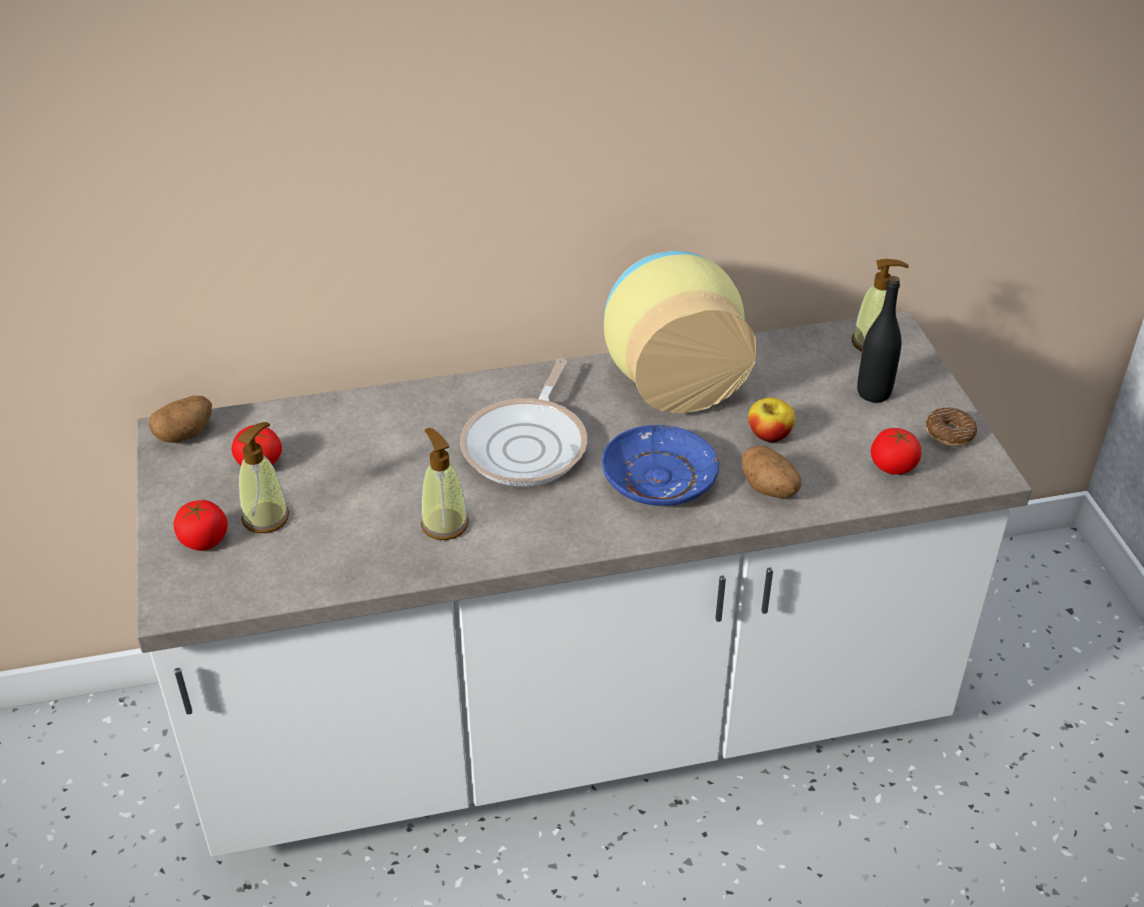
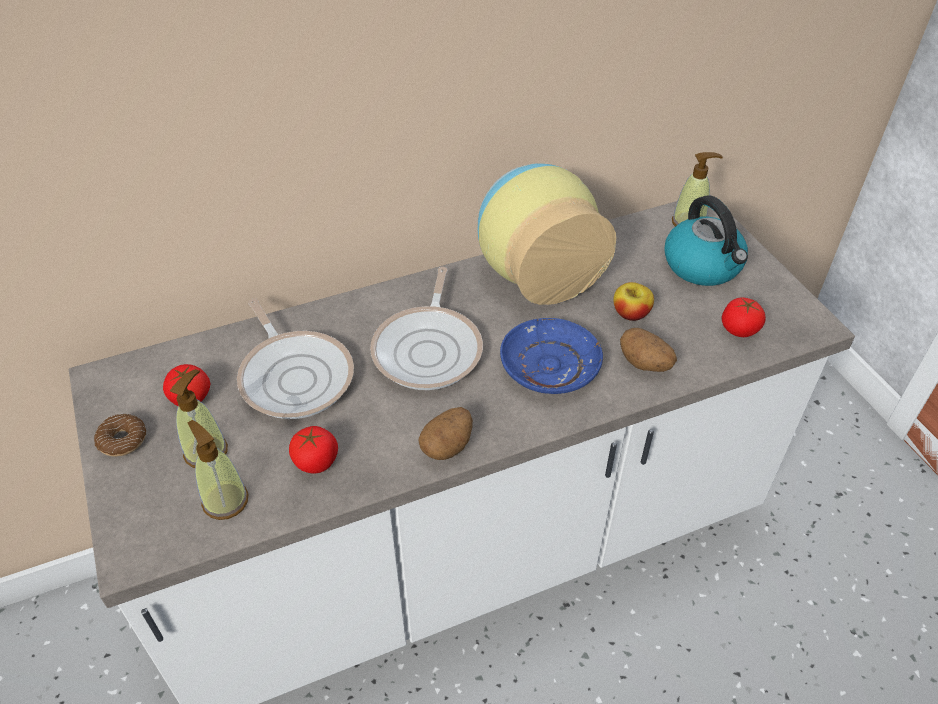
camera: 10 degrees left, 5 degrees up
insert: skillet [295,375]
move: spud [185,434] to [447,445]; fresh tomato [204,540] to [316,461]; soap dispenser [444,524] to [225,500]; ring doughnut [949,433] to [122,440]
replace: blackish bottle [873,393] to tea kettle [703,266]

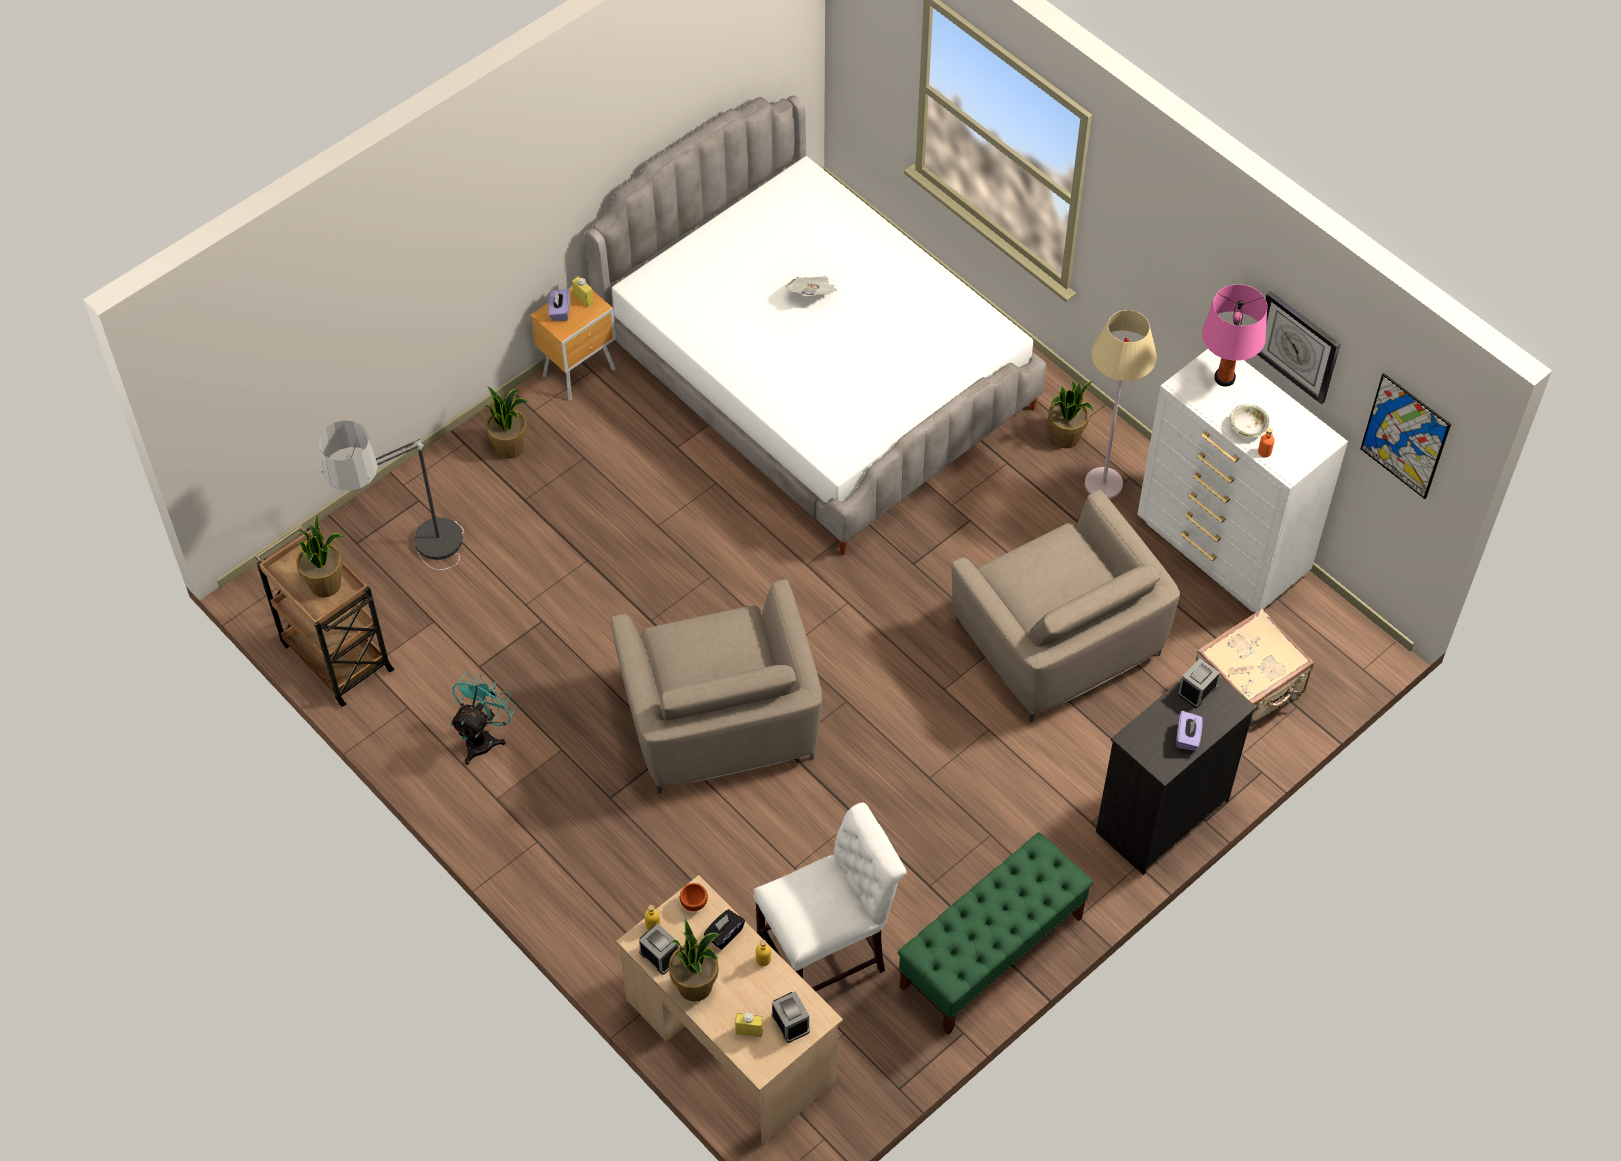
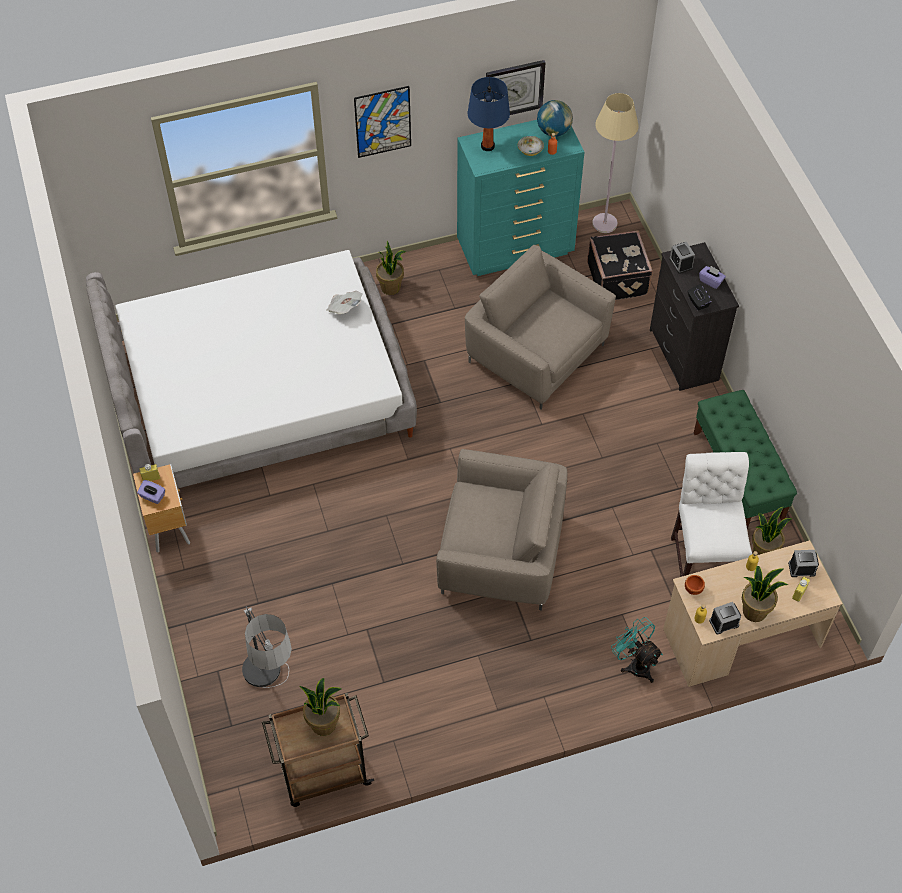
camera: 65 degrees left, 0 degrees up
insert: desk globe [554,131]
move: blue-green cooling fan [483,737] to [635,664]; plant in a pot [510,447] to [763,552]; blackish tissue box [724,934] to [698,302]; daily paper [812,294] to [344,308]; beige standard lamp [1103,484] to [604,223]; wall art [1405,436] to [383,121]
recolor: white drawer chest [1222,550] to blue-green drawer chest [516,249]; beige suitcase [1249,689] to blackish suitcase [618,278]; pink-coloured lamp for a table [1224,378] to blue lamp for a table [487,146]
rotate: beige lounge chair [1057,639] = [536,353] 135 degrees counterclockwise

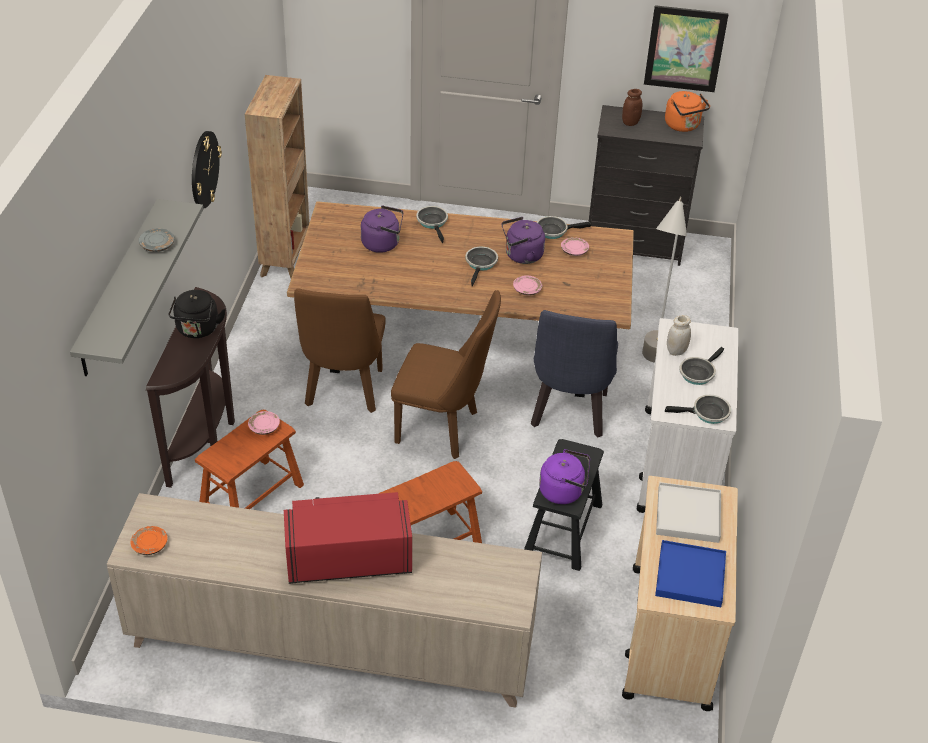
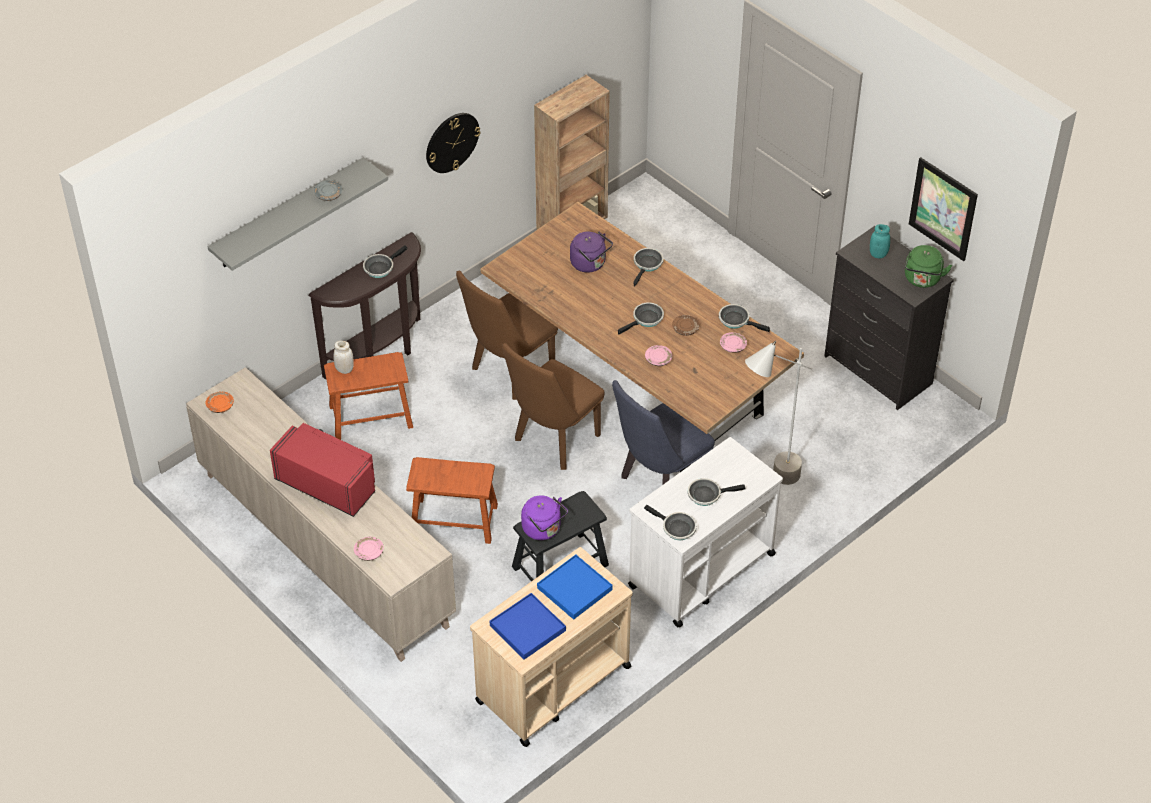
camera: 40 degrees right, 5 degrees up
move: pink-coloured flat dish [264,427] to [369,552]; white jar [676,351] to [344,369]
replace: blackish tea kettle [197,330] to skillet [380,267]; purple-coloured tea kettle [521,256] to brown-coloured flat dish [685,329]
recolor: brown-coloured jar [630,122] to blue-green jar [878,254]; white carrying tray [688,515] to blue carrying tray [575,589]; orange-coloured tea kettle [683,126] to greenish tea kettle [922,280]
rotate: brown-coloured upright chair [444,429] = [553,442] 75 degrees clockwise

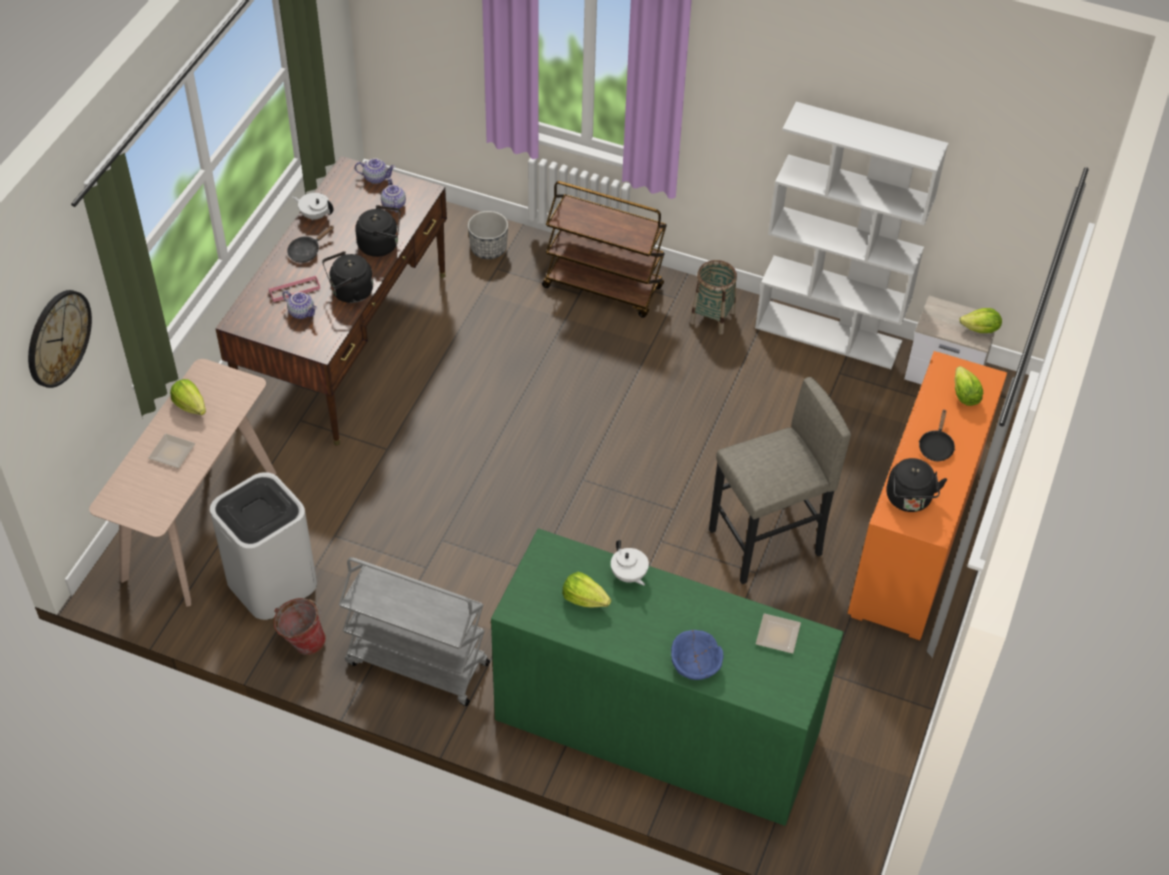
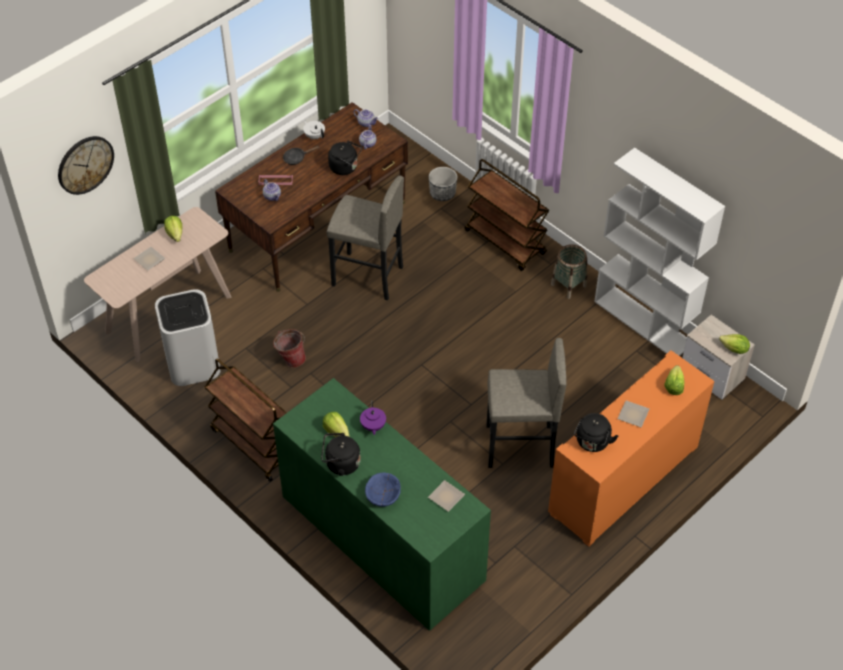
camera: 25 degrees right, 0 degrees up
insert: greyish stool seat [367,276]
move: water bucket [302,642] to [291,359]; blackish tea kettle [349,292] to [340,464]
replace: blackish skillet [936,446] to flat dish [632,414]
recolor: greyish wheeled cart [416,663] to brown-coloured wheeled cart [253,444]; white tea pot [628,575] to purple-coloured tea pot [373,426]

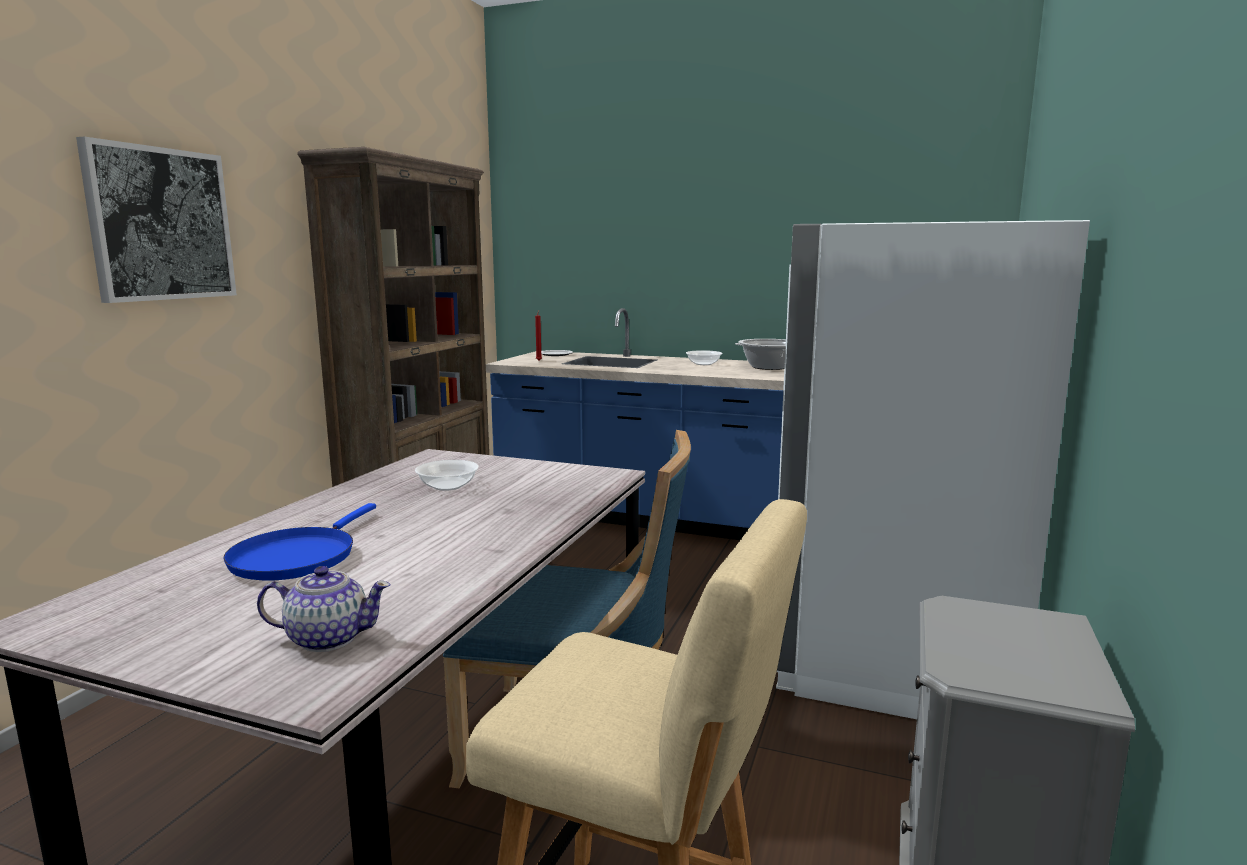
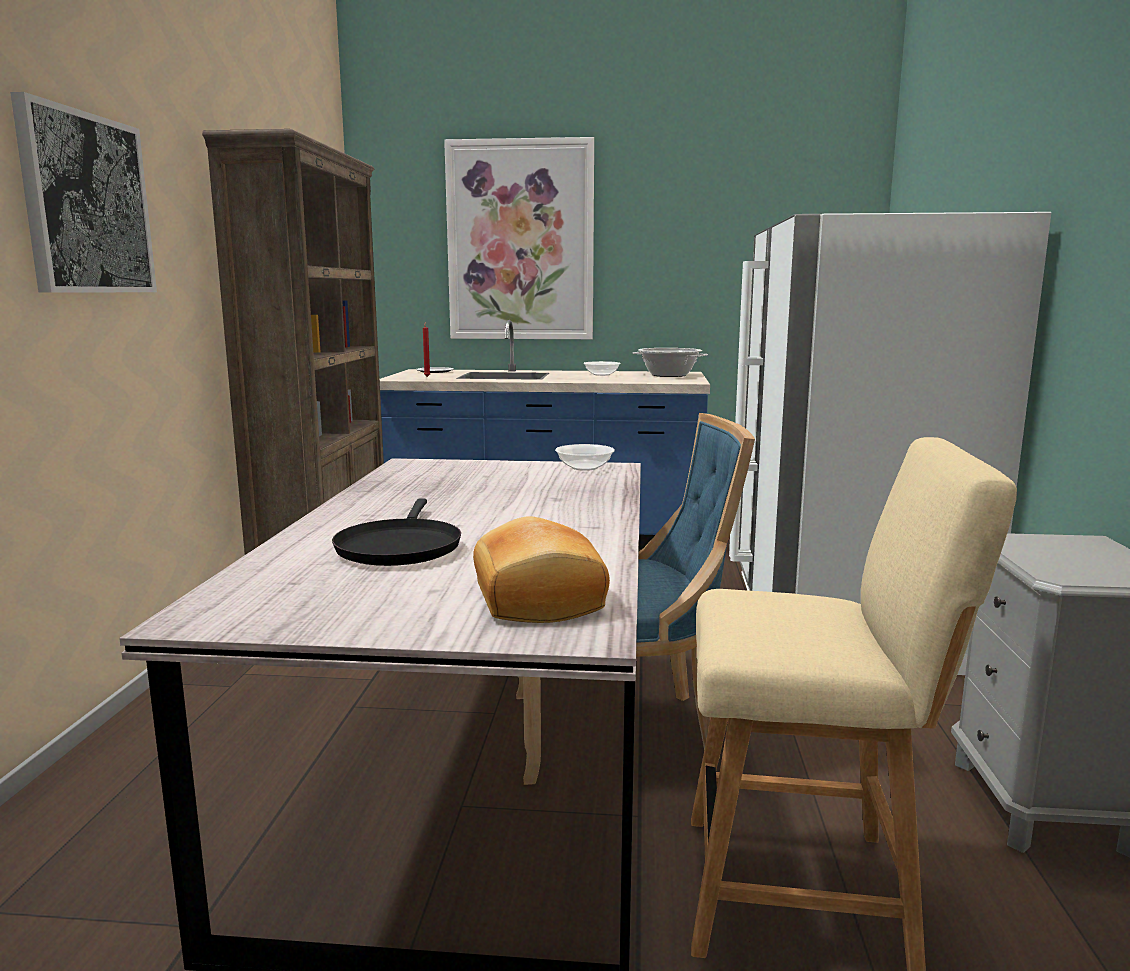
camera: 15 degrees left, 0 degrees up
insert: wall art [520,241]
move: deep dish [448,486] to [585,467]
replace: tea pot [327,638] to bakery bread [535,599]
recolor: blue skillet [297,557] to blackish skillet [399,547]

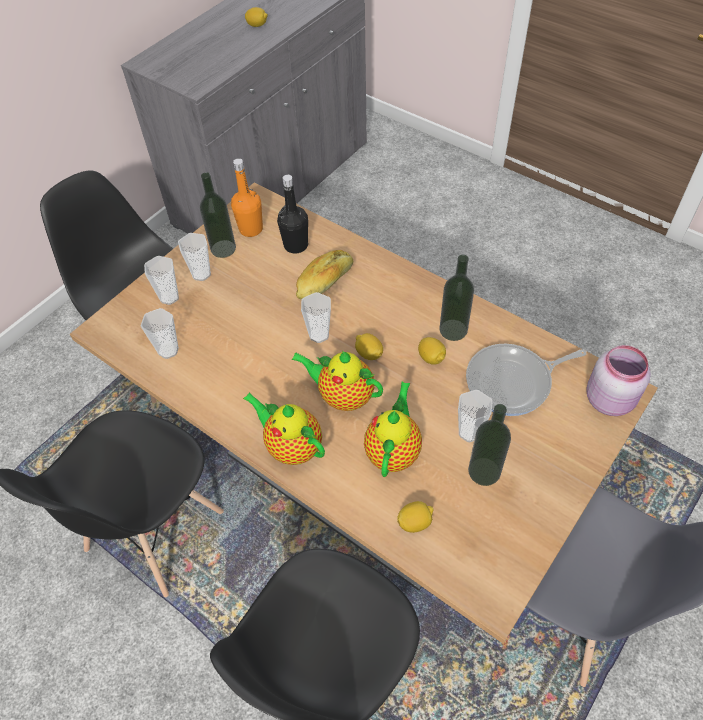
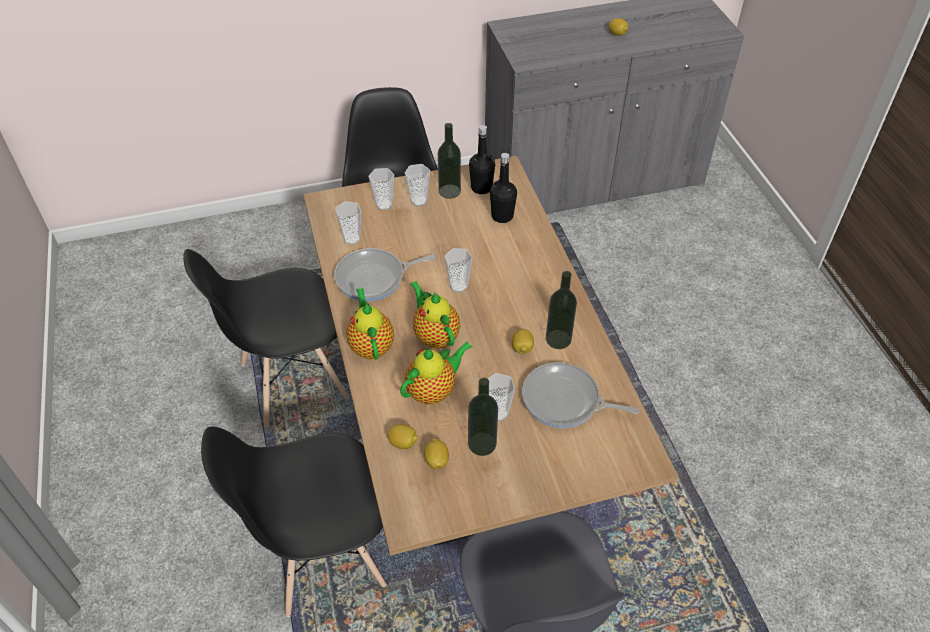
camera: 35 degrees right, 5 degrees down
delete: bakery bread [325,282]; pink-coloured jar [610,399]
insert: skillet [374,278]
move: lemon [369,354] to [436,460]
recolor: orange-coloured bottle [251,229] to blackish bottle [481,188]

